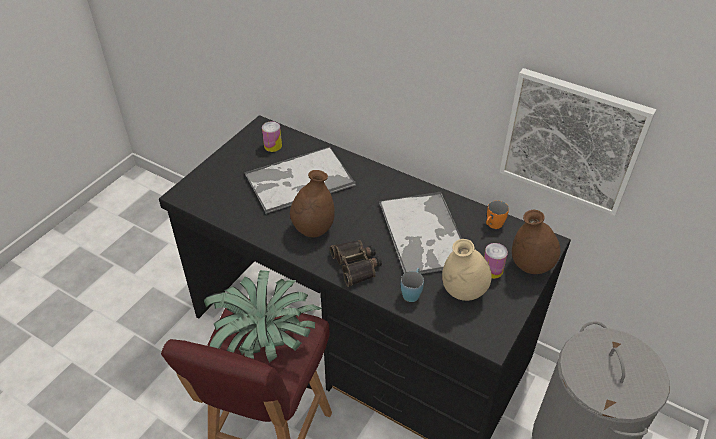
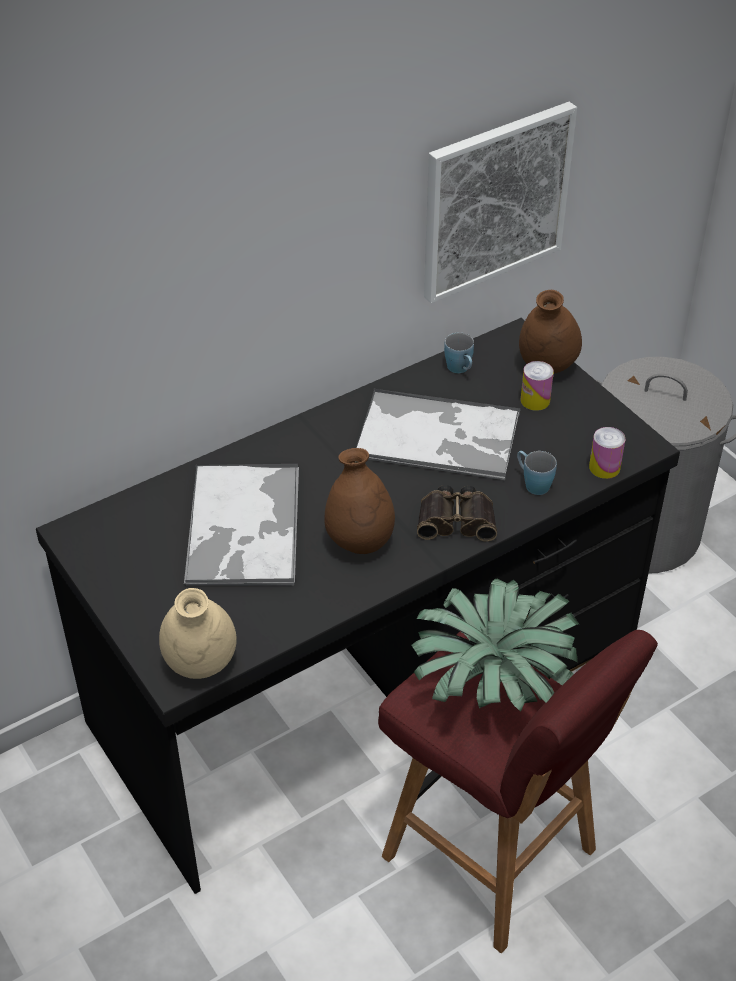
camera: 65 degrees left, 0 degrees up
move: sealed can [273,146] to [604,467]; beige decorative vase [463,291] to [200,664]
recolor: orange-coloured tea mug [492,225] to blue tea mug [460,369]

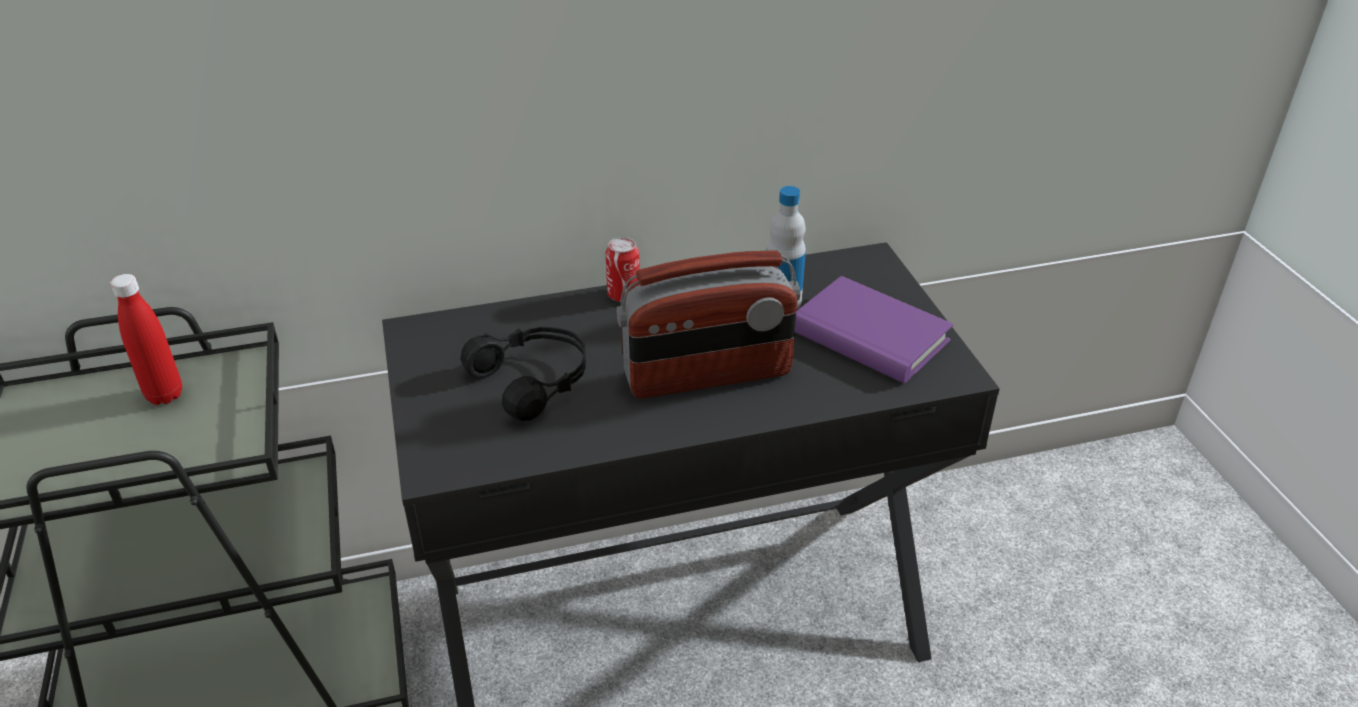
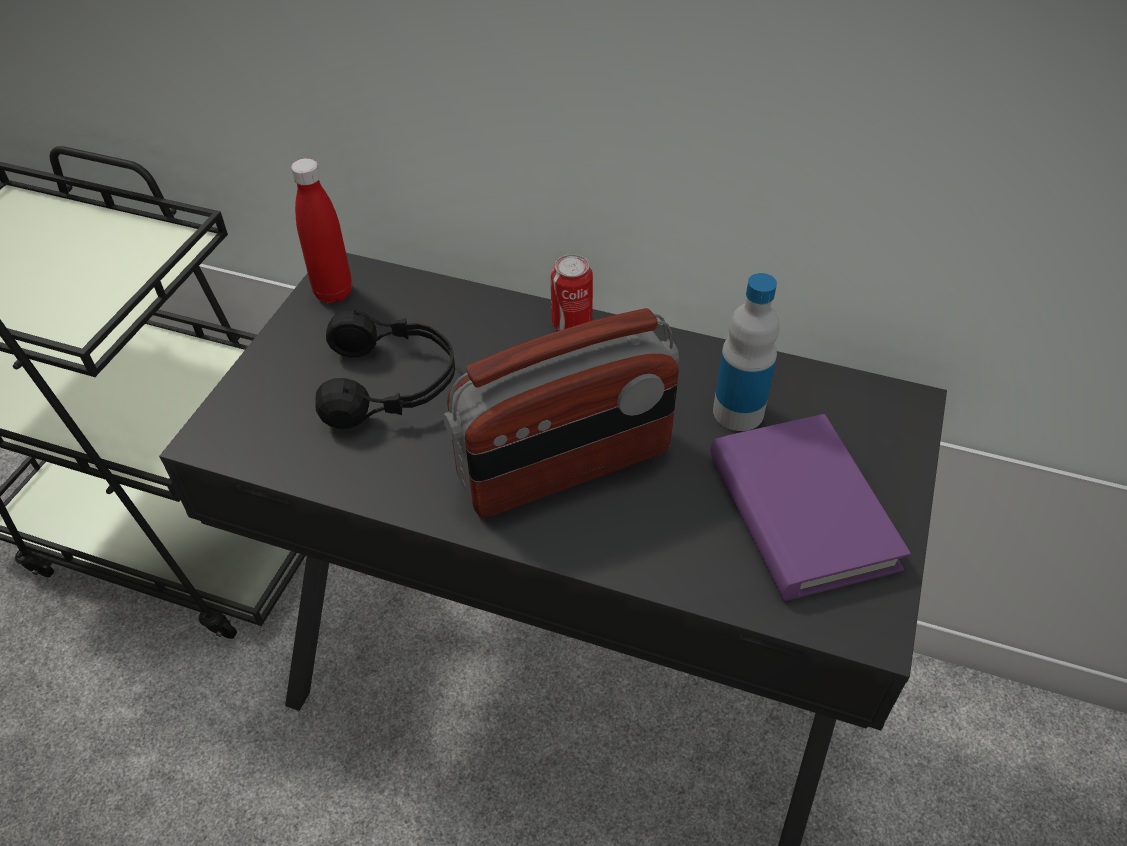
camera: 35 degrees right, 10 degrees up
move: red bottle [165,395] to [333,293]
rotate: radio set [708,375] = [566,467] 45 degrees counterclockwise

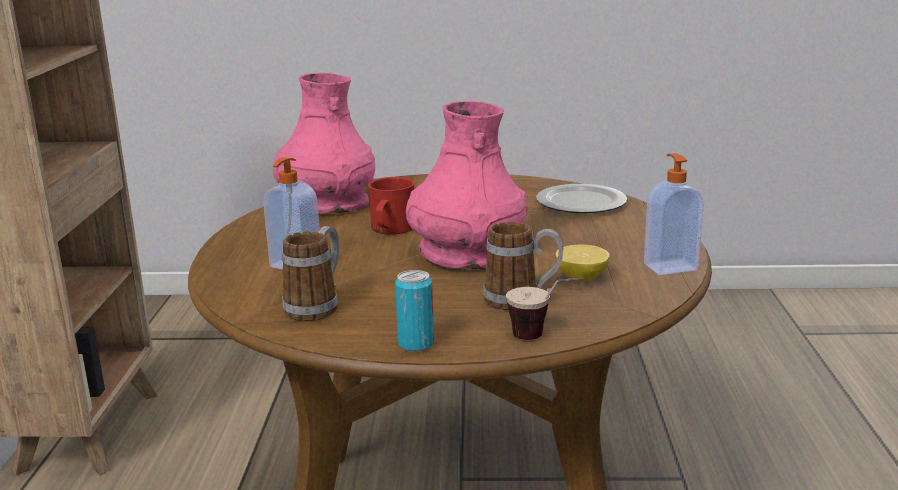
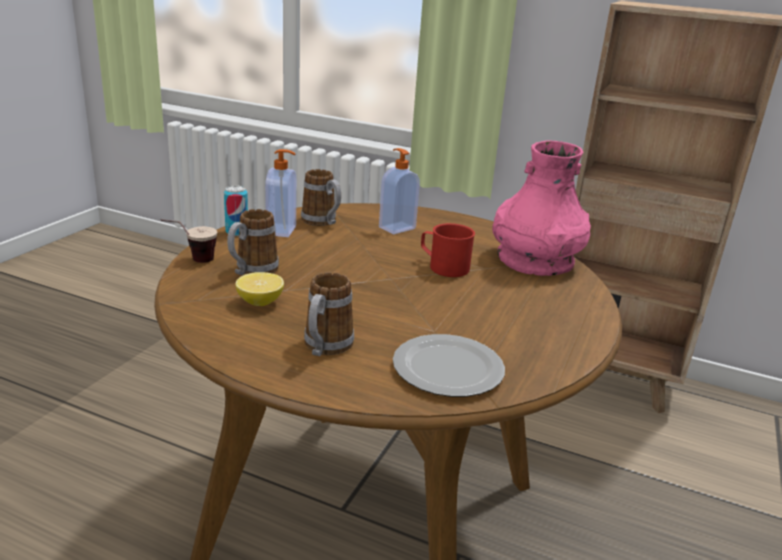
camera: 110 degrees right, 5 degrees up
delete: pink-coloured decorative vase [467,254]
insert: tea mug [325,348]
move: soap dispenser [670,266] to [282,231]

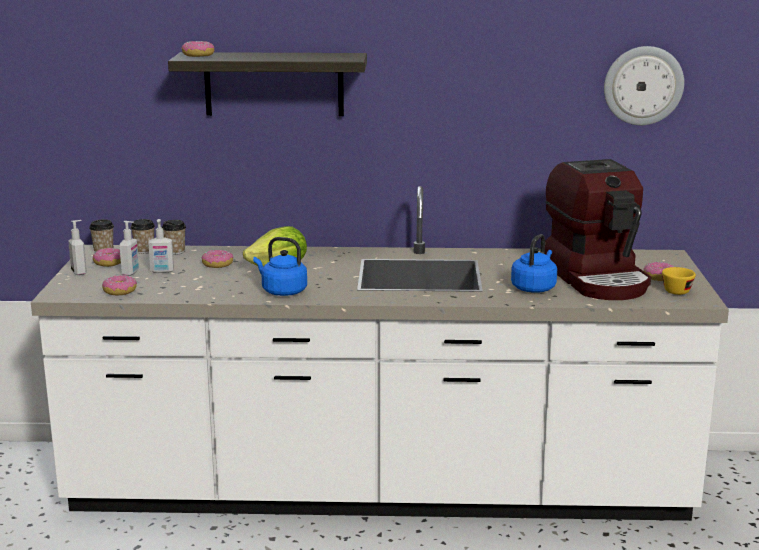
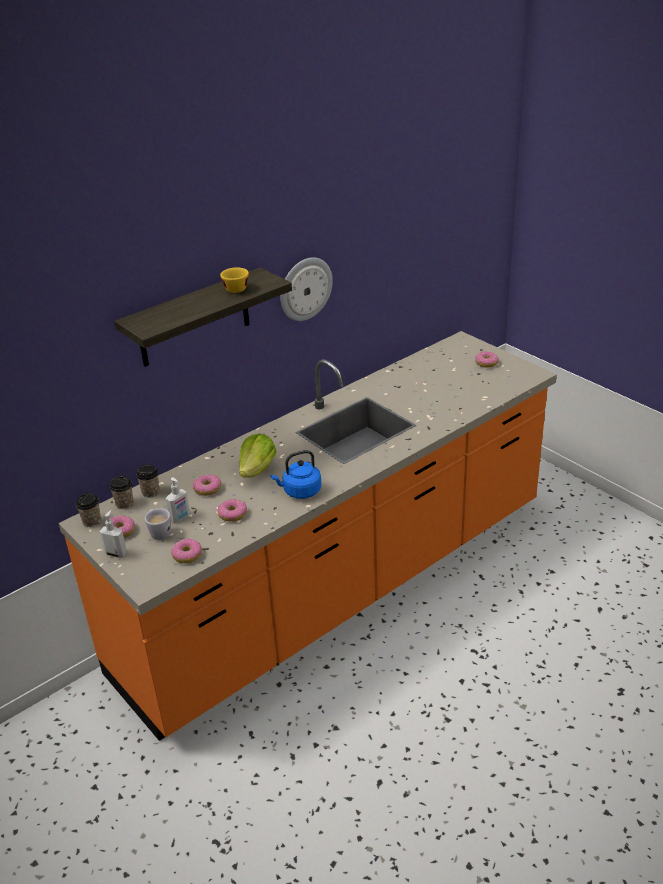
camera: 40 degrees left, 15 degrees up
delete: blue tea kettle [534,288]; coffee machine [598,278]
move: ring doughnut [198,55] to [232,514]; wall clock [643,85] to [305,288]; yellowish cup [678,290] to [235,288]
replace: soap dispenser [131,273] to white tea mug [159,532]
recolor: white kitchen base unit [379,489] to orange-coloured kitchen base unit [339,587]

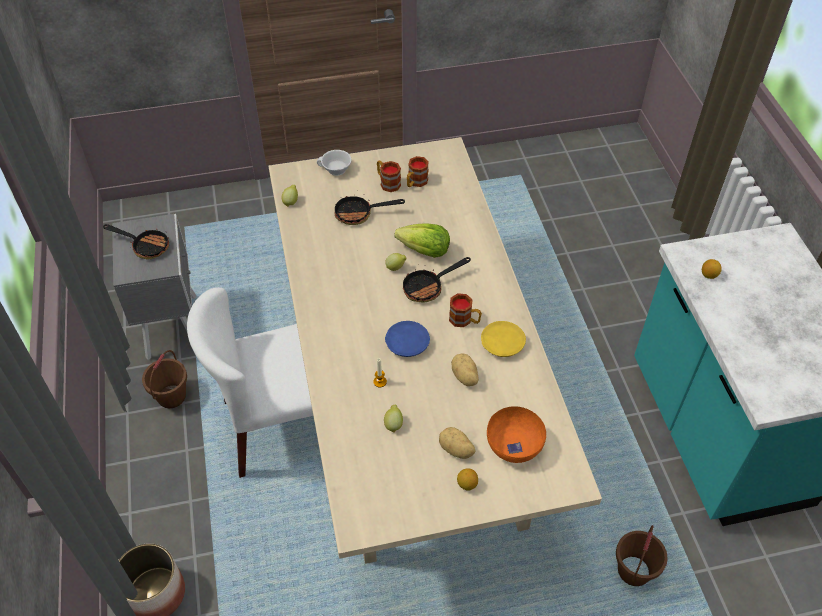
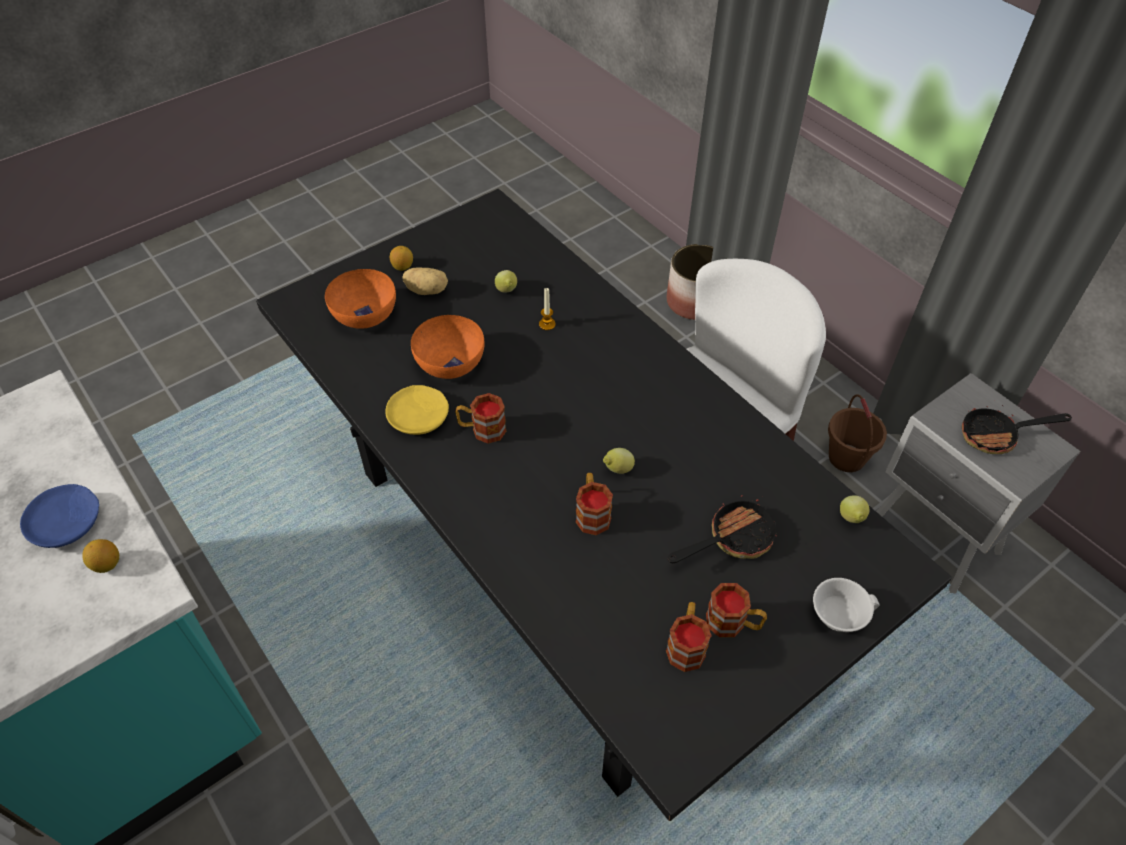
camera: 155 degrees right, 0 degrees up
delete: skillet [428,287]; brown-coloured water bucket [633,570]
move: blue flat dish [407,343] to [67,523]
replace: head of lettuce [425,251] to tea mug [592,513]; spud [464,377] to orange-coloured deep dish [451,362]
recolor: beige dining table [412,408] to blackish dining table [560,557]

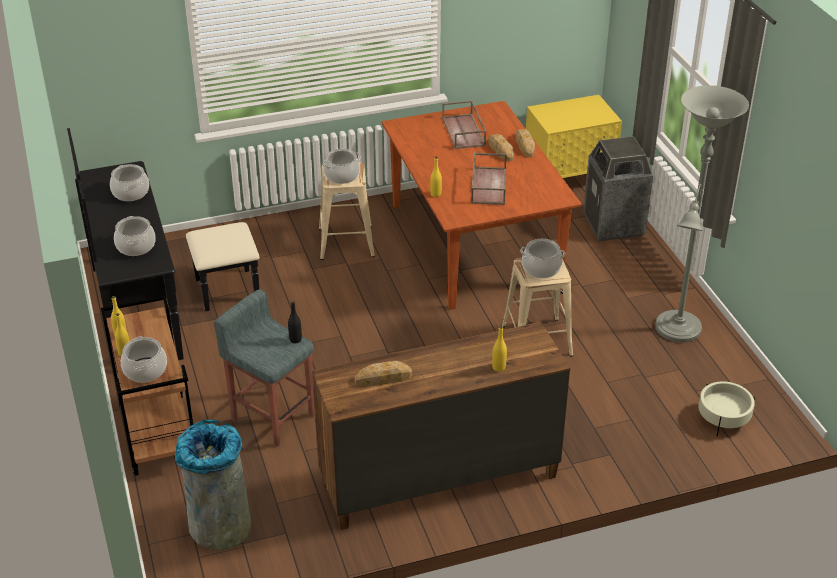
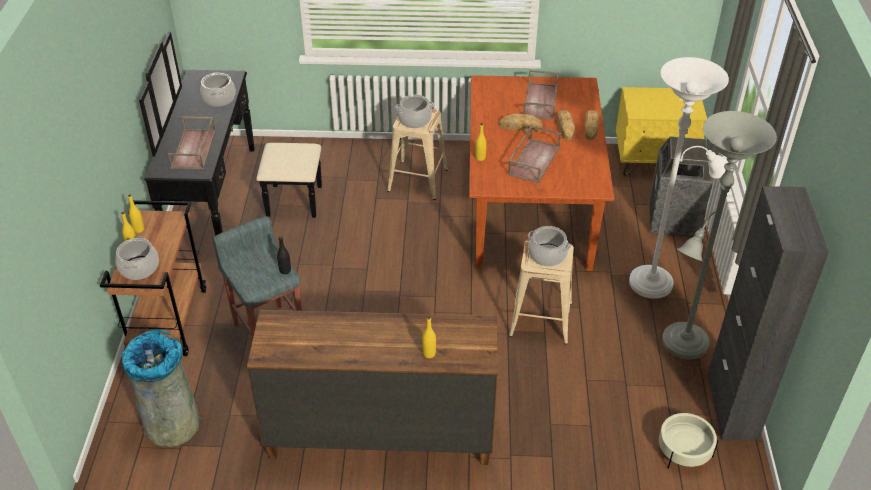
camera: 20 degrees right, 5 degrees up
insert: white standard lamp [657,282]; blackish cupboard [732,406]
move: bakery bread [383,378] to [520,126]
replace: saucepot [136,246] to brown-coloured carrying tray [194,149]

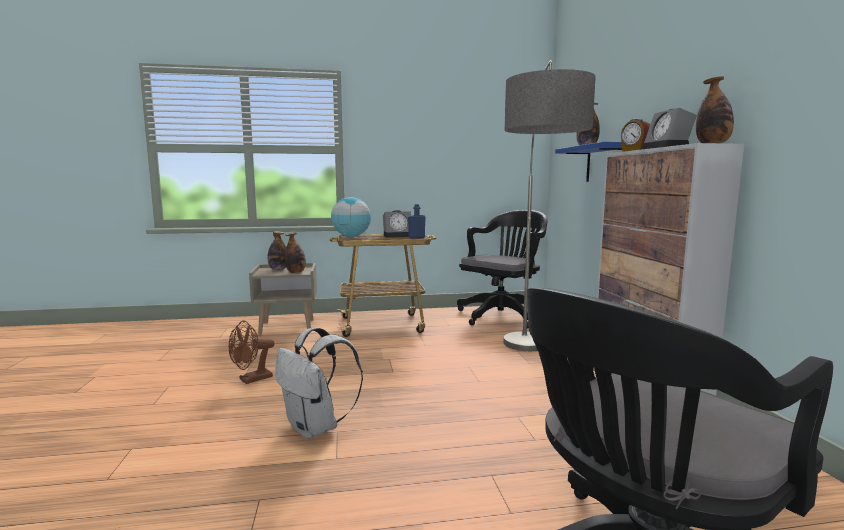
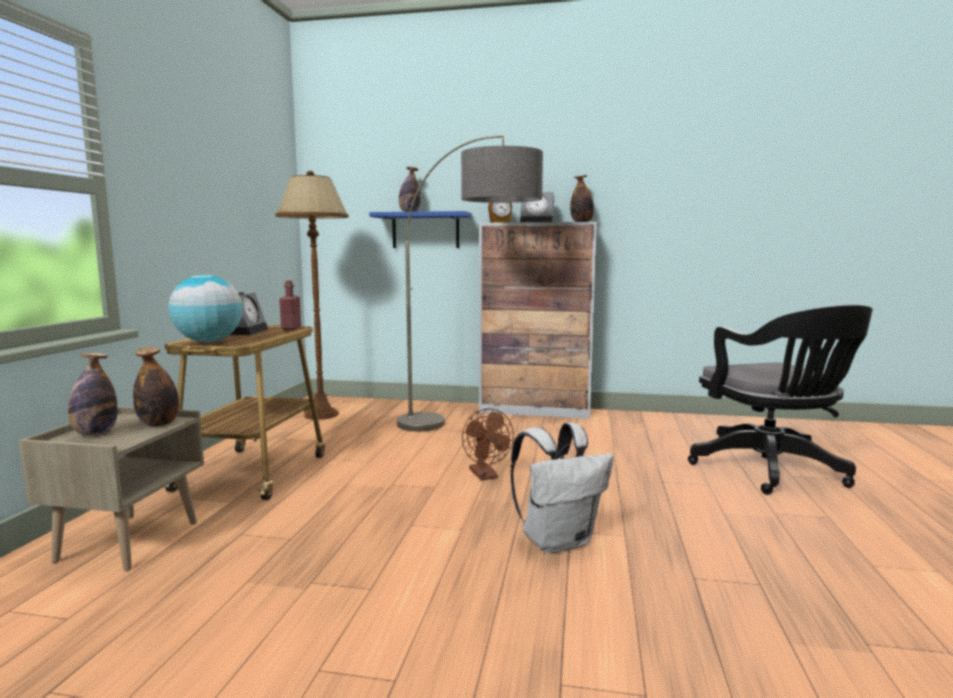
camera: 70 degrees left, 0 degrees up
move: brown-coloured cooling fan [251,380] to [486,476]
replace: blackish computer chair [503,315] to brown-coloured standard lamp [322,414]
recolor: blue bottle [416,237] to red bottle [291,328]

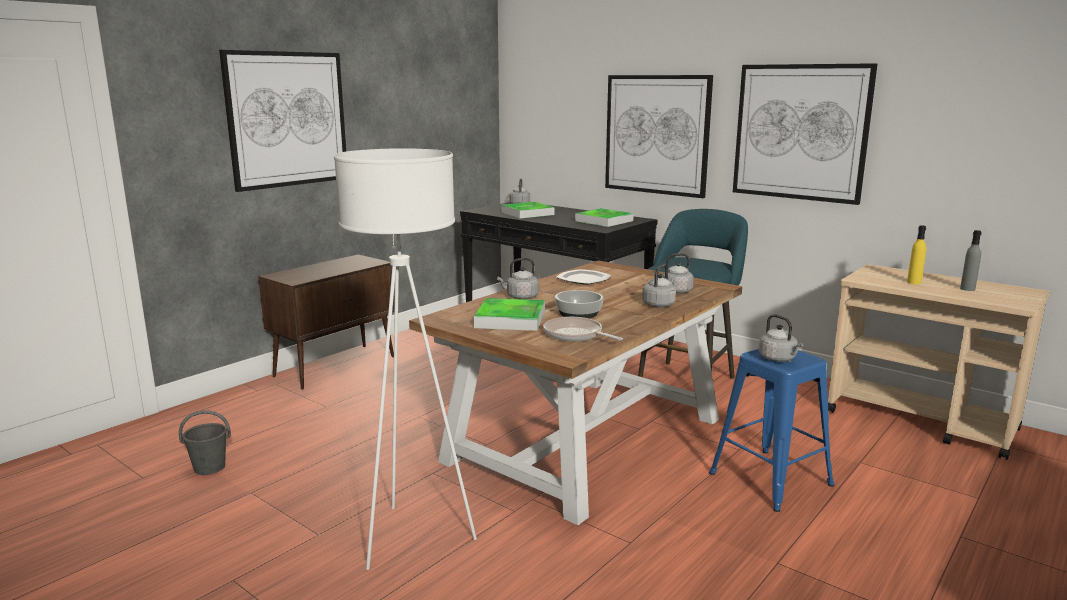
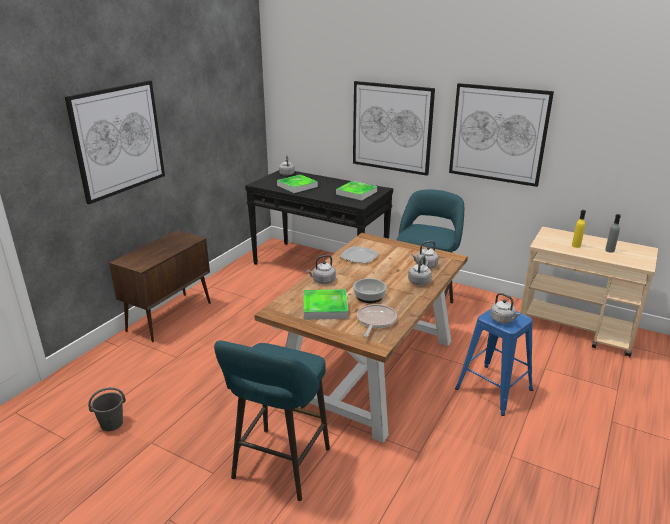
camera: 10 degrees left, 10 degrees up
replace: white standard lamp [413,538] to blue-green stool seat [279,467]
rotate: skillet [575,335] = [375,321] 75 degrees clockwise

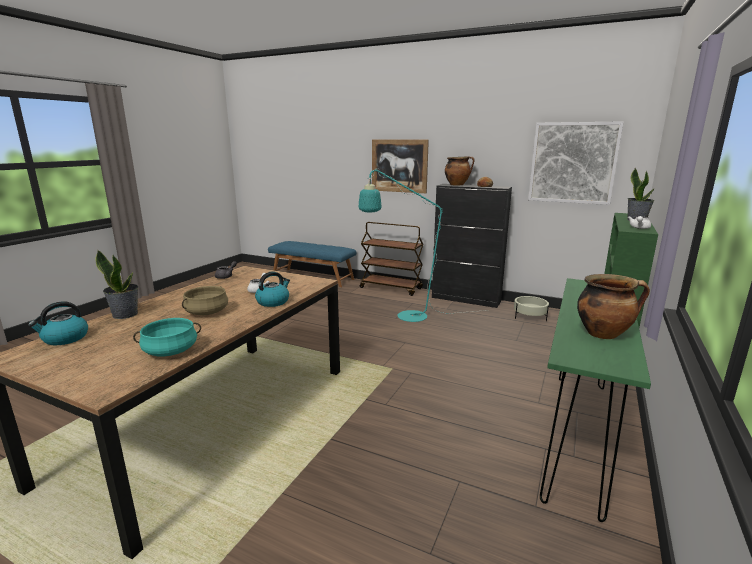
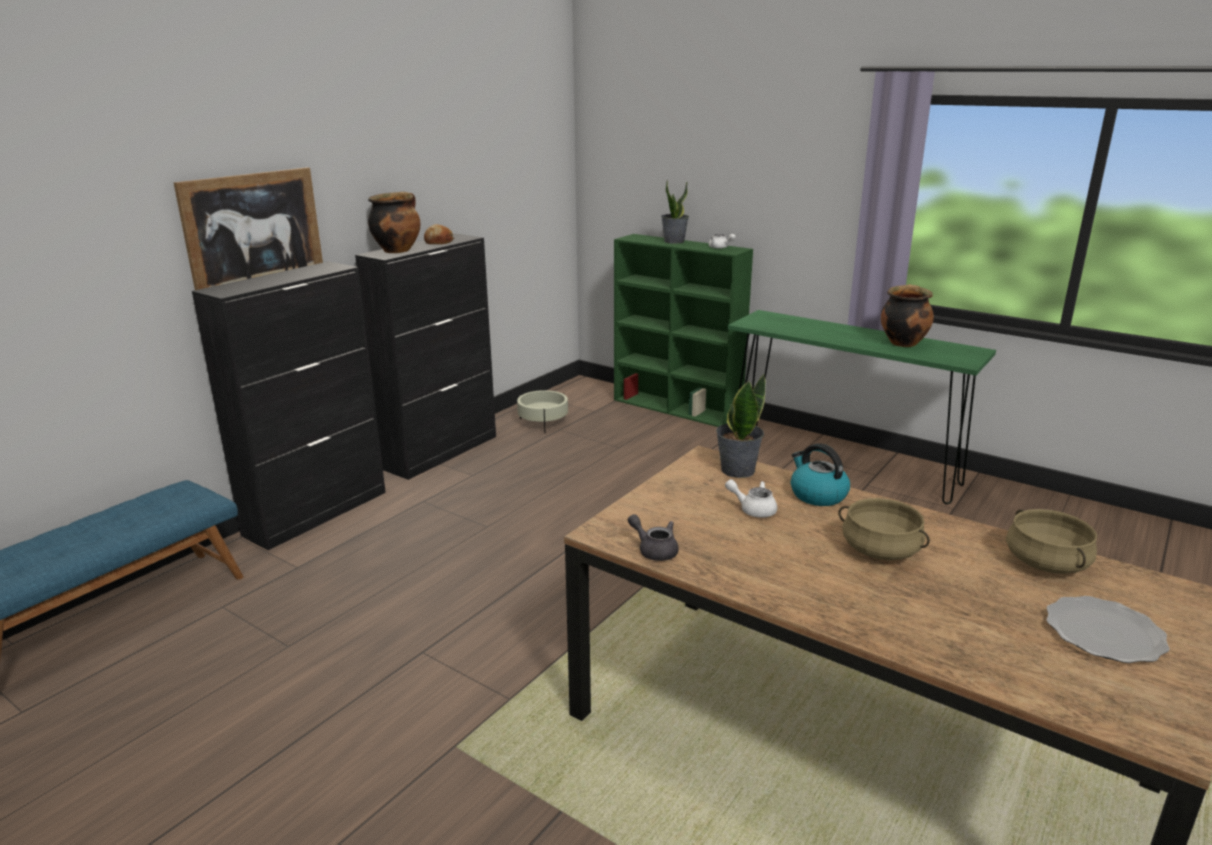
camera: 80 degrees left, 5 degrees up
delete: tea kettle [65,339]; blue-green standard lamp [404,316]; wall art [573,163]
insert: flat dish [1104,633]
move: plant in a pot [125,314] to [737,470]
replace: brown-coloured wheeled cart [391,288] to blackish cupboard [317,513]
recolor: blue-green saucepot [171,351] to beige saucepot [1045,563]

